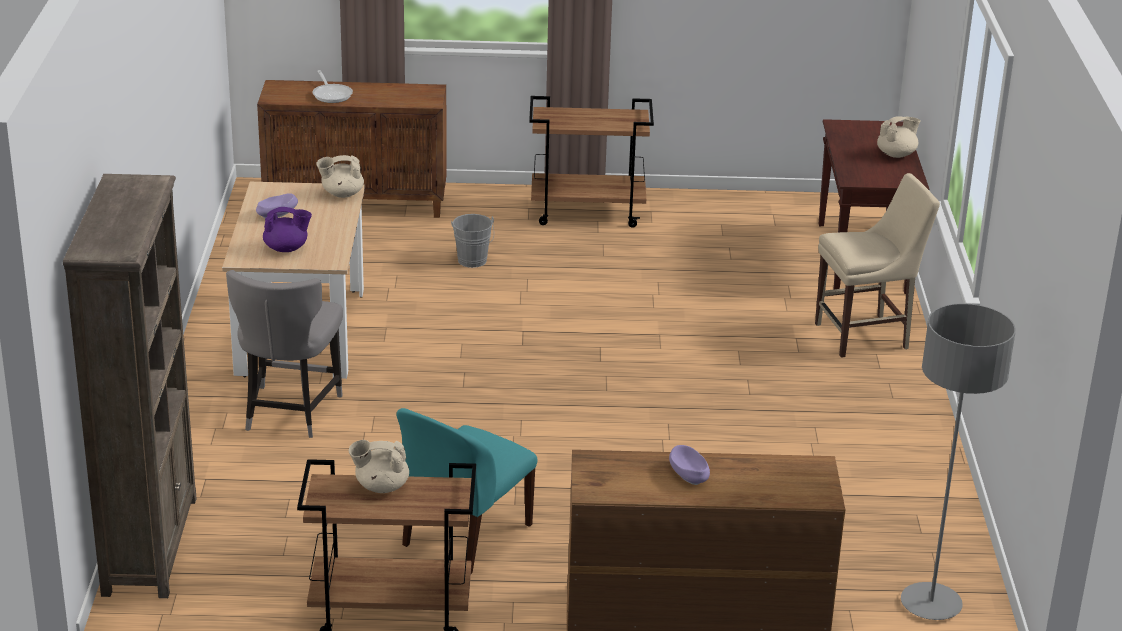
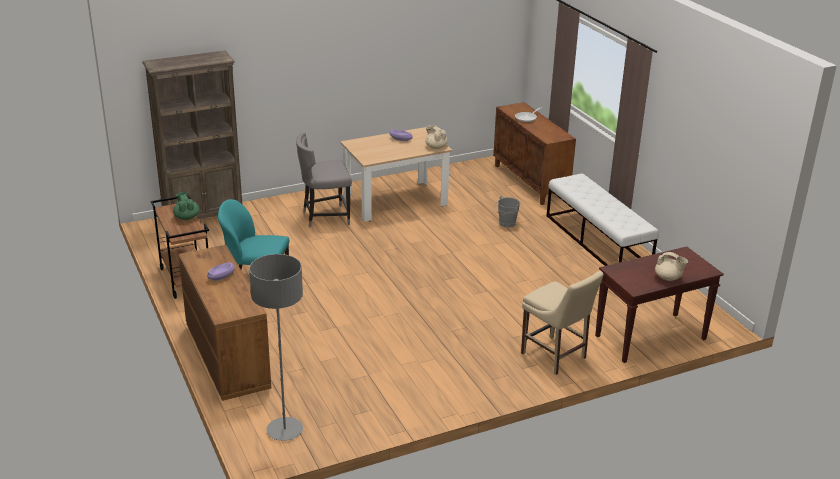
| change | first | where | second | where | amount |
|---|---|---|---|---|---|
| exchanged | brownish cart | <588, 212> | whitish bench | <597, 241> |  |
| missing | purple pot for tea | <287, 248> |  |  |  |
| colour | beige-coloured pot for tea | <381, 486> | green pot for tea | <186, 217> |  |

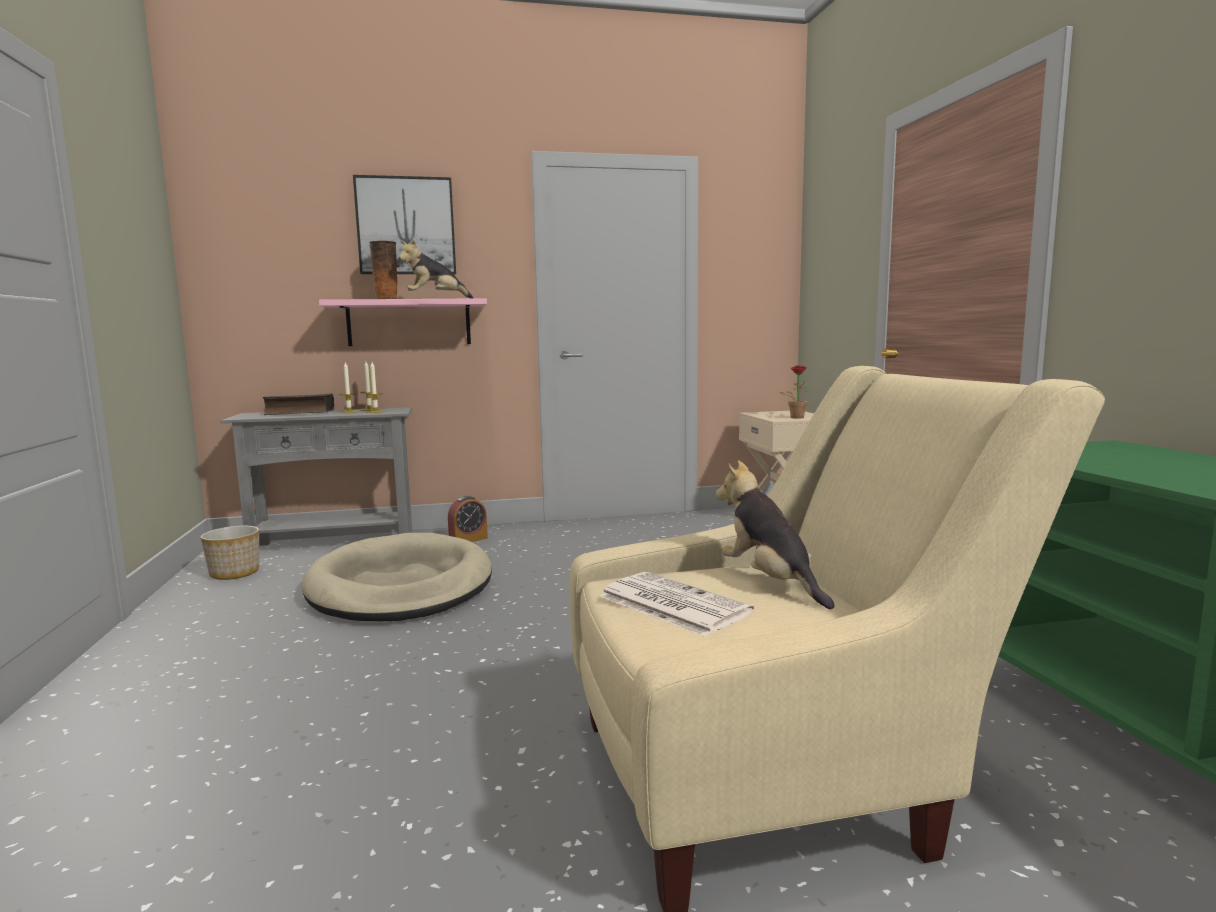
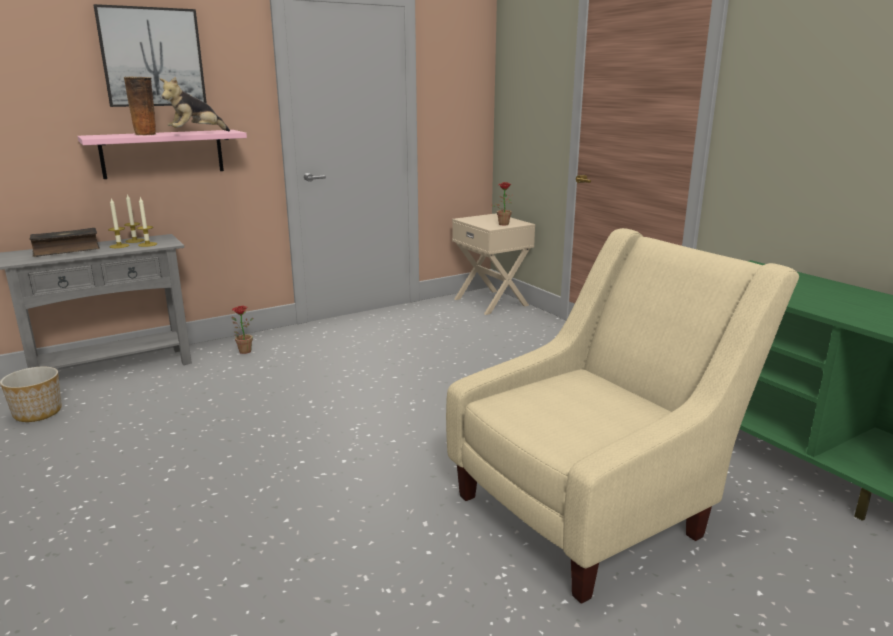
| change | first | where | second | where | amount |
|---|---|---|---|---|---|
| missing | soft toy | <770, 582> |  |  |  |
| exchanged | bedside clock | <468, 540> | plant in a pot | <243, 351> |  |
| missing | beige-coloured dog cushion | <401, 586> |  |  |  |
| missing | printed paper | <671, 604> |  |  |  |

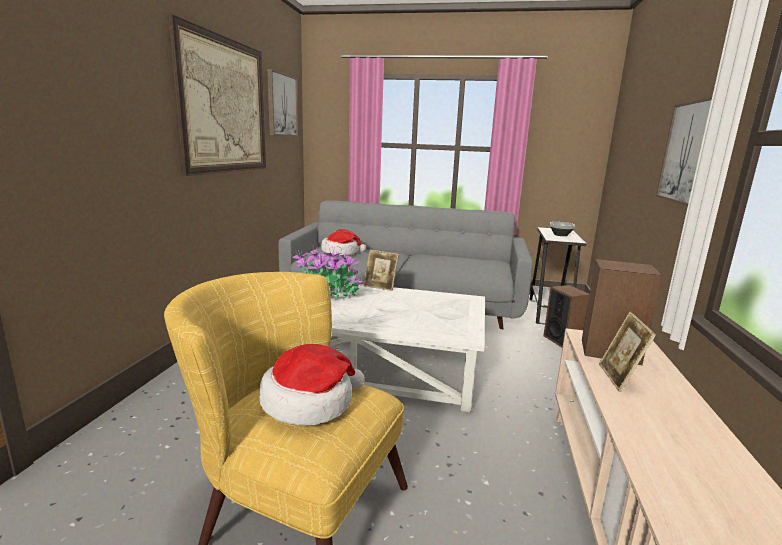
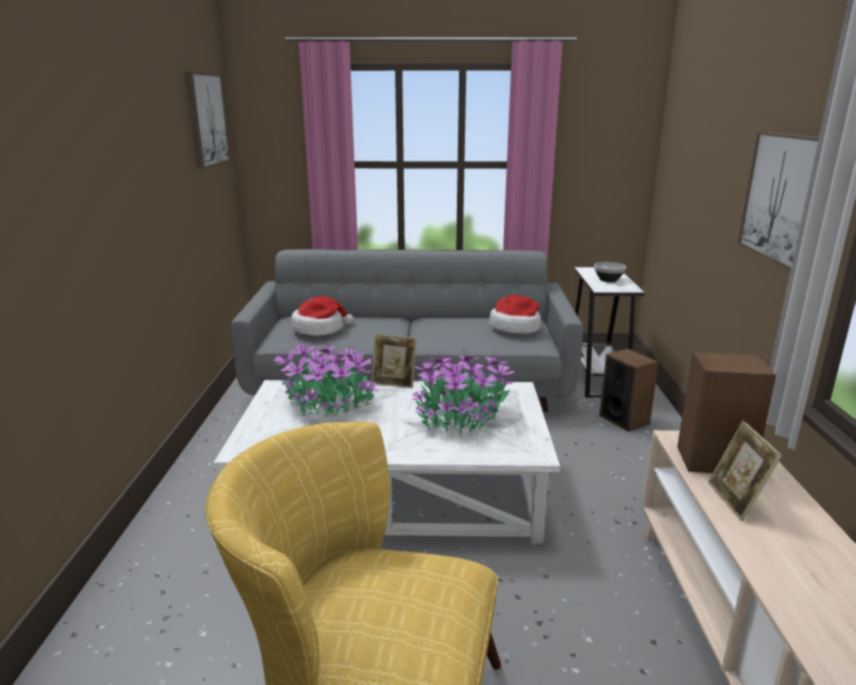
| change | first | where | second | where | amount |
|---|---|---|---|---|---|
| missing | wall picture | <225, 106> |  |  |  |
| relocated | hat | <310, 402> |  | <515, 327> |  |
| appeared |  |  | plant in a pot | <461, 418> |  |

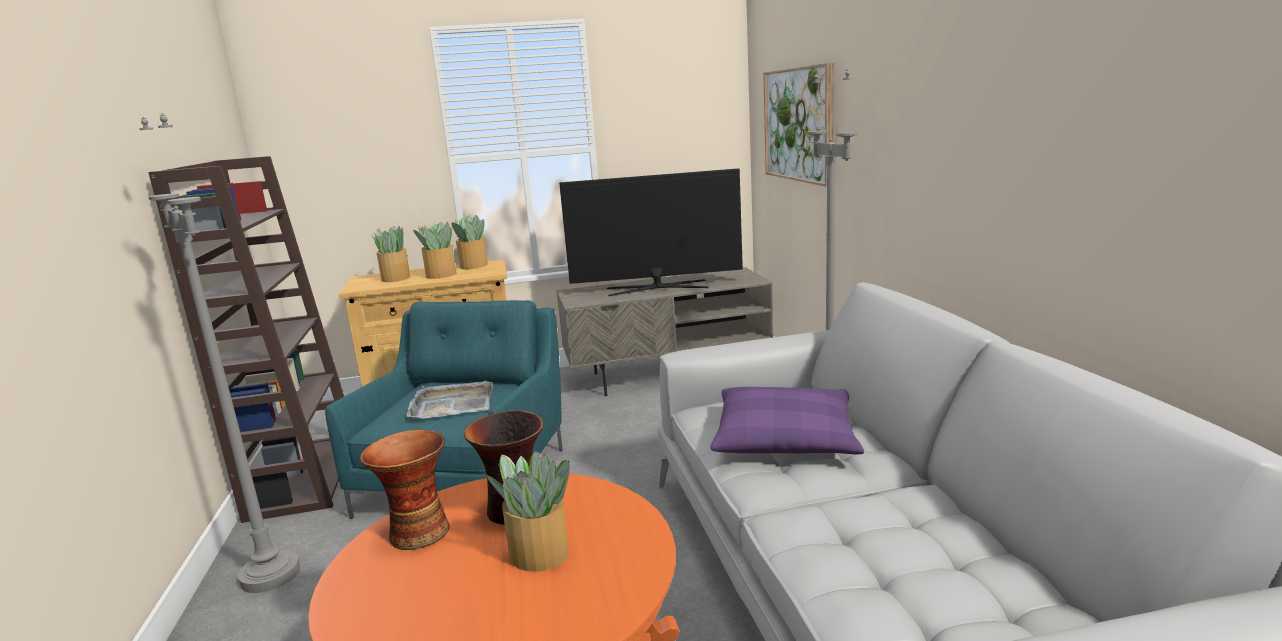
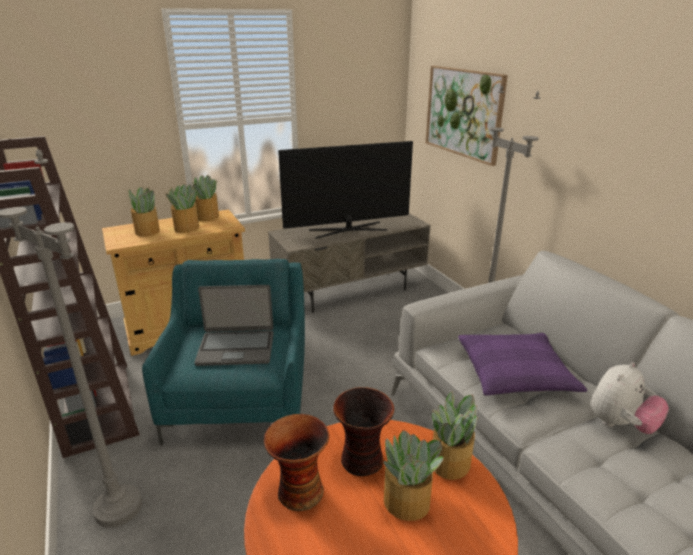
| change | first | where | second | where | amount |
|---|---|---|---|---|---|
| exchanged | grey tray | <452, 404> | laptop | <236, 348> |  |
| appeared |  |  | soft toy | <620, 424> |  |
| appeared |  |  | plant in a pot | <451, 462> |  |

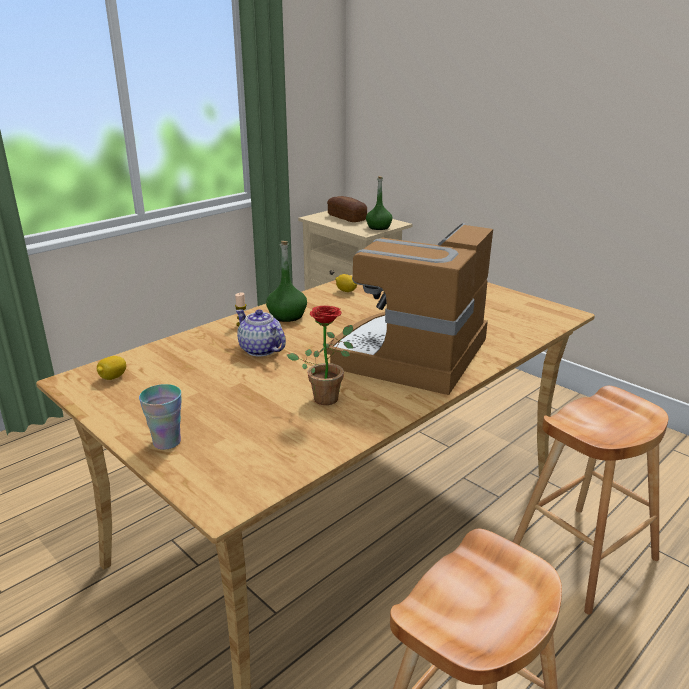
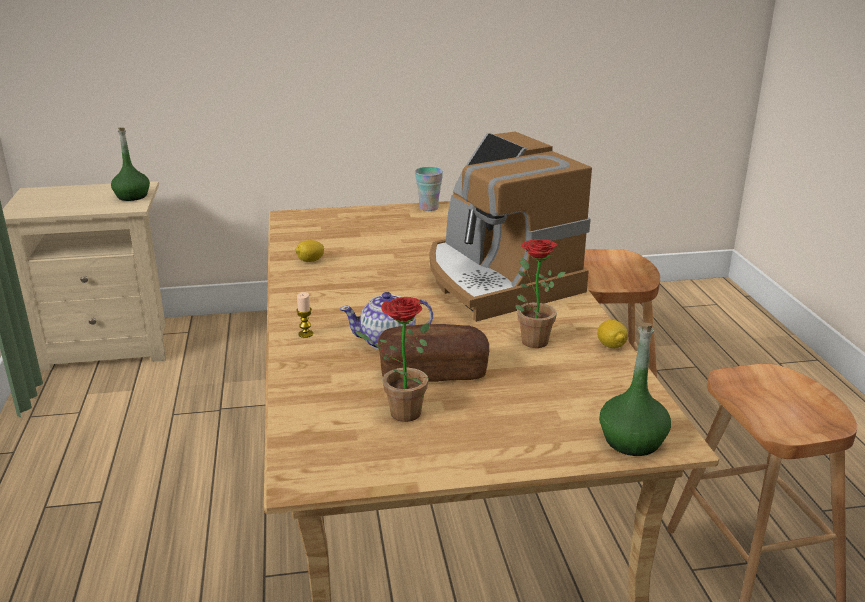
| change | first | where | second | where | amount |
|---|---|---|---|---|---|
| relocated | bread | <347, 218> |  | <433, 372> |  |
| relocated | green beverage bottle | <287, 316> |  | <631, 441> |  |
| relocated | lemon | <113, 377> |  | <611, 346> |  |
| relocated | cup | <167, 442> |  | <429, 208> |  |
| appeared |  |  | plant in a pot | <398, 413> |  |

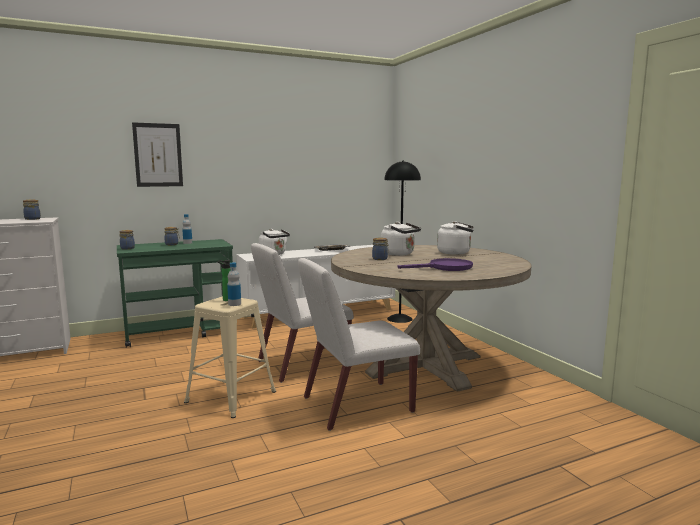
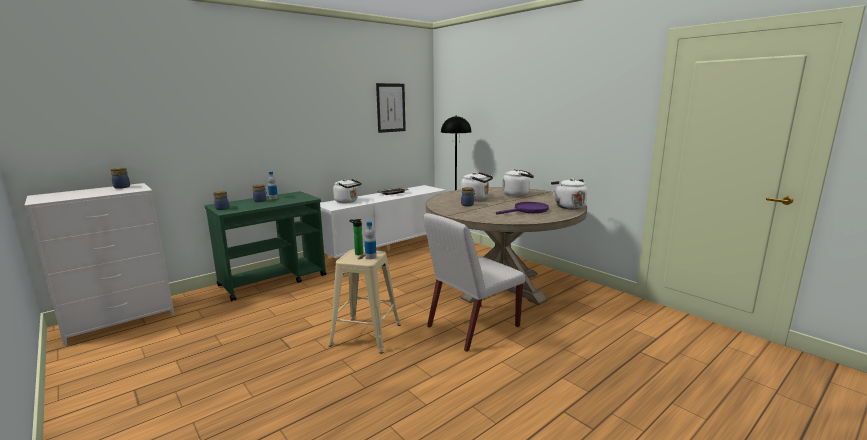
| change | first | where | second | where | amount |
|---|---|---|---|---|---|
| relocated | wall picture | <158, 155> |  | <391, 108> |  |
| missing | whitish plain chair | <302, 364> |  |  |  |
| appeared |  |  | whitish tea kettle | <568, 206> |  |

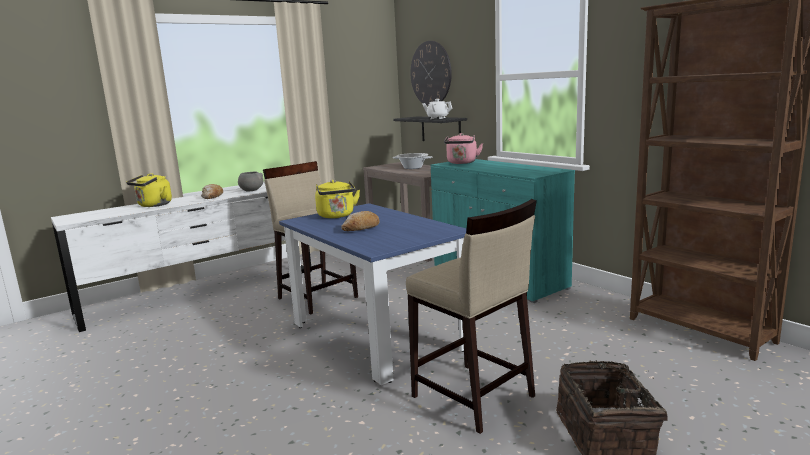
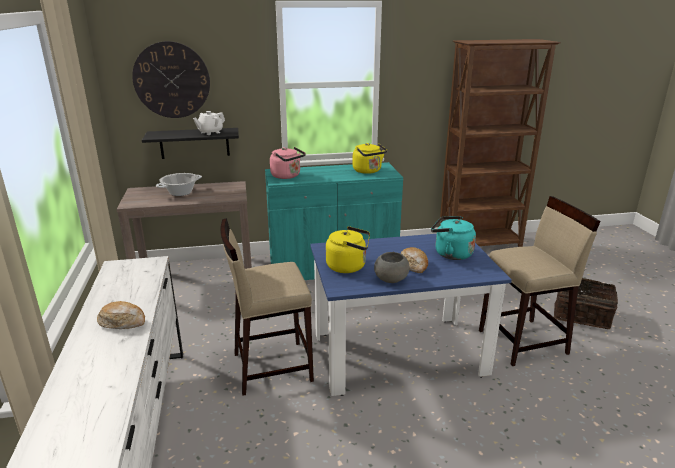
| change | first | where | second | where | amount |
|---|---|---|---|---|---|
| relocated | grey bowl | <251, 190> |  | <391, 279> |  |
| relocated | yellowish tea kettle | <153, 205> |  | <368, 171> |  |
| appeared |  |  | turquoise-coloured tea kettle | <450, 253> |  |

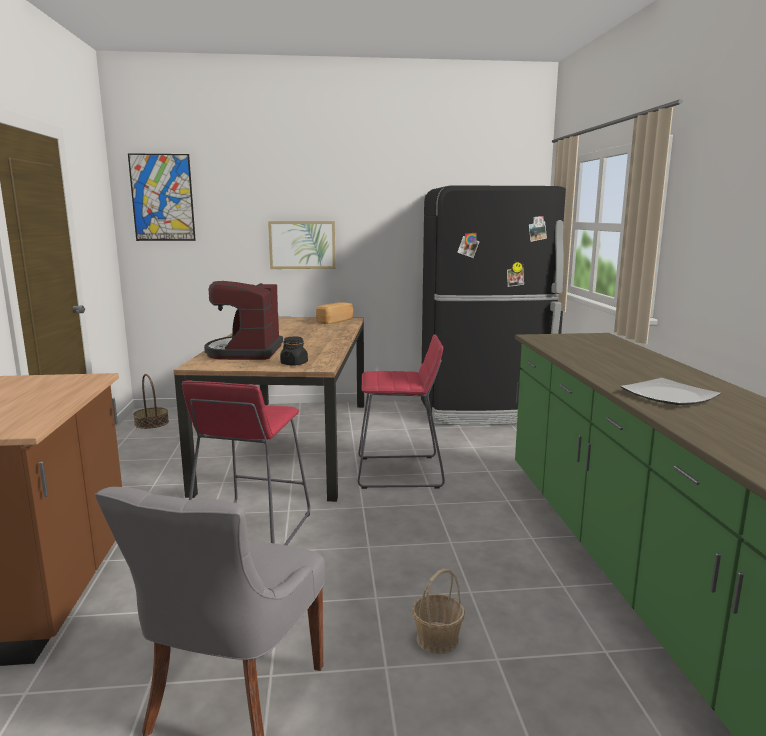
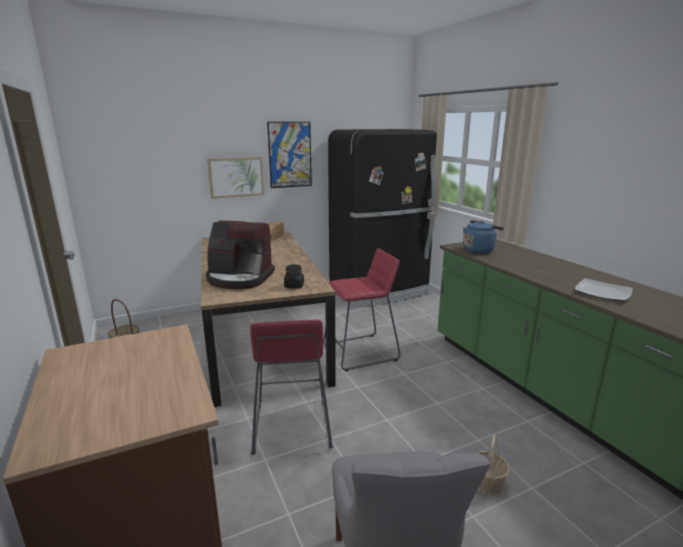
| change | first | where | second | where | amount |
|---|---|---|---|---|---|
| relocated | wall picture | <162, 198> |  | <290, 155> |  |
| spun | coffee machine | <245, 352> |  | <239, 278> | 60 degrees counterclockwise |
| appeared |  |  | blue-coloured tea kettle | <479, 250> |  |

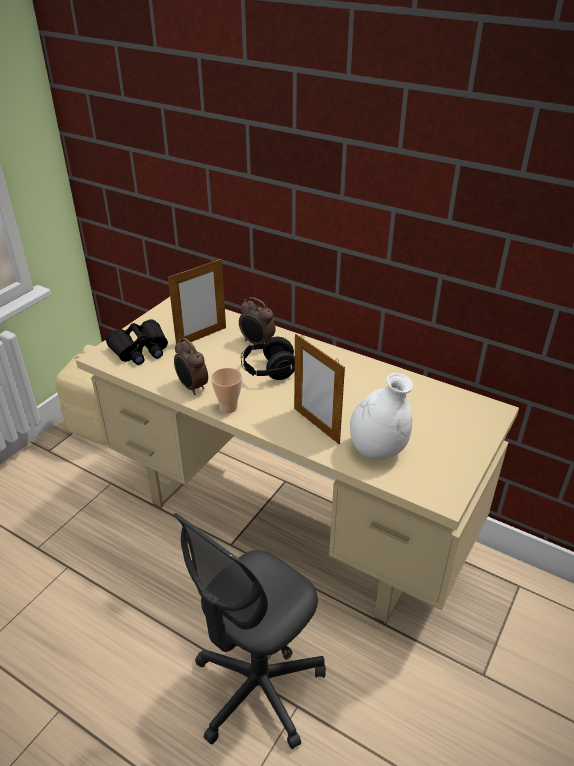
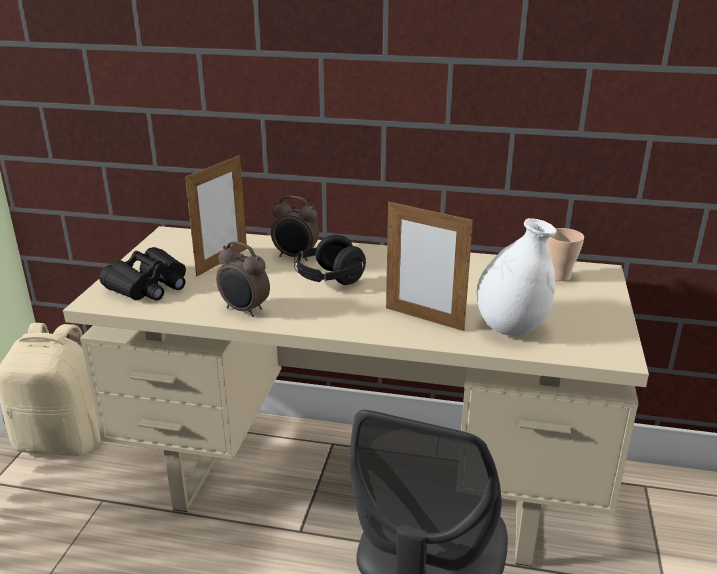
| change | first | where | second | where | amount |
|---|---|---|---|---|---|
| relocated | cup | <228, 407> |  | <559, 276> |  |

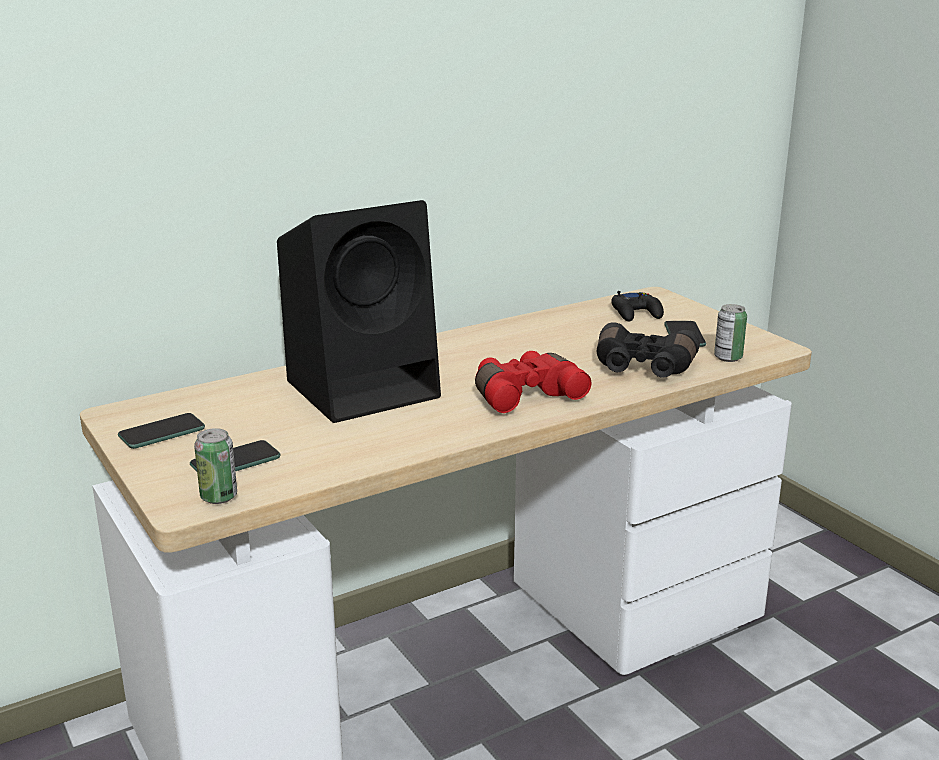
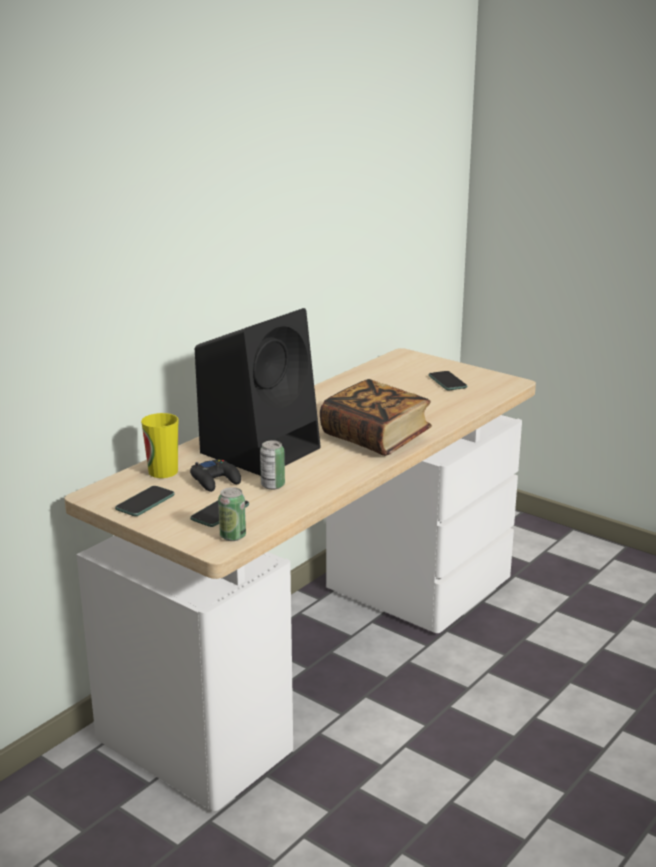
| change | first | where | second | where | amount |
|---|---|---|---|---|---|
| relocated | blackish gamepad | <636, 313> |  | <215, 480> |  |
| relocated | can | <728, 358> |  | <273, 485> |  |
| missing | blackish binoculars | <643, 367> |  |  |  |
| exchanged | reddish binoculars | <525, 394> | bound book | <375, 437> |  |
| appeared |  |  | cup | <163, 471> |  |

